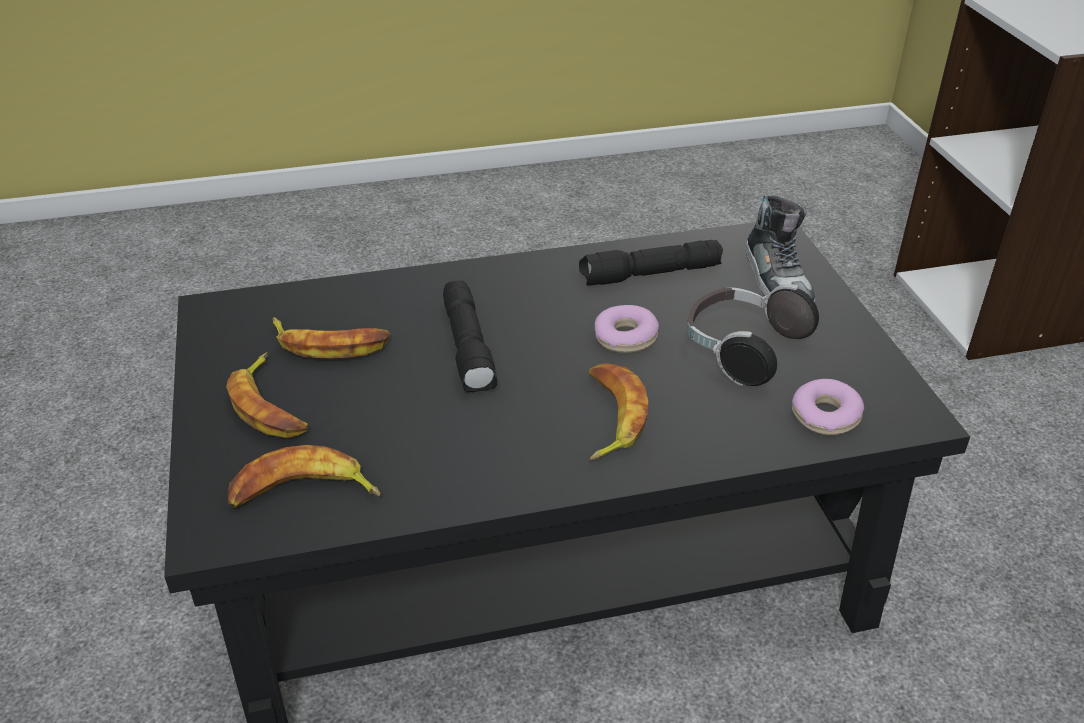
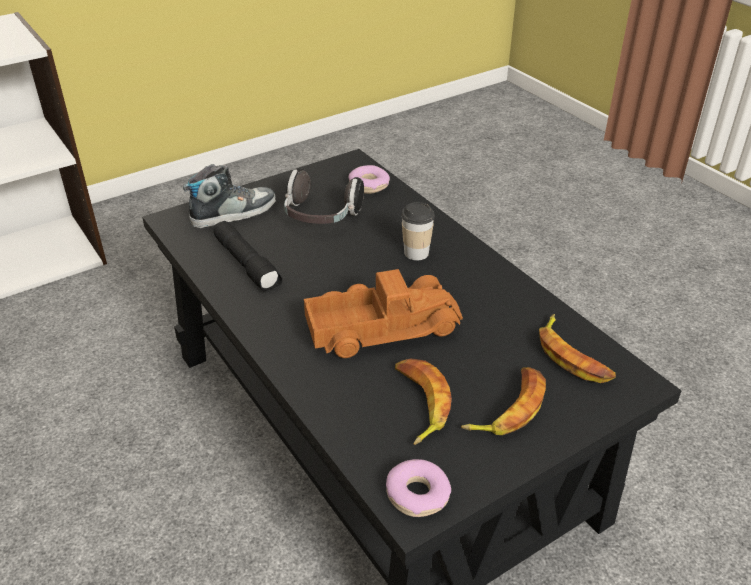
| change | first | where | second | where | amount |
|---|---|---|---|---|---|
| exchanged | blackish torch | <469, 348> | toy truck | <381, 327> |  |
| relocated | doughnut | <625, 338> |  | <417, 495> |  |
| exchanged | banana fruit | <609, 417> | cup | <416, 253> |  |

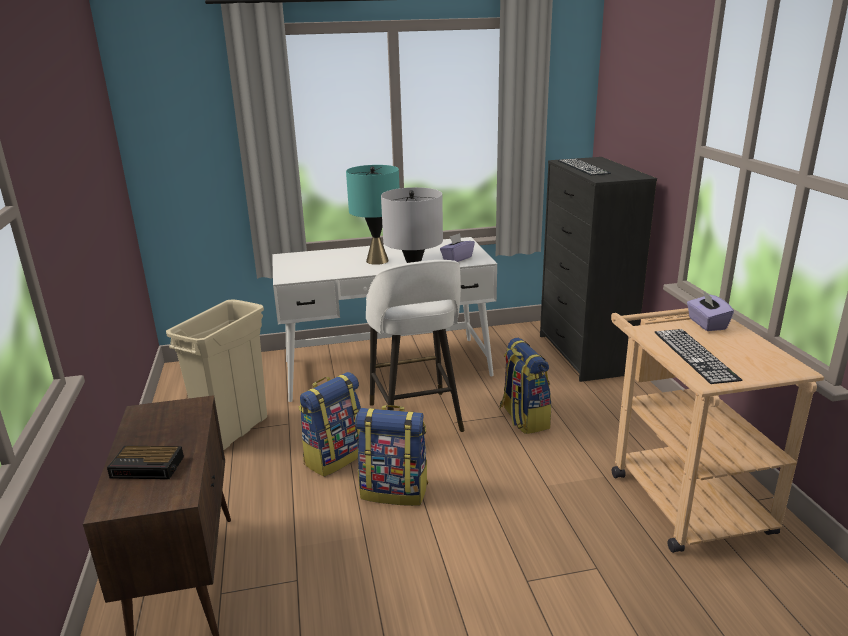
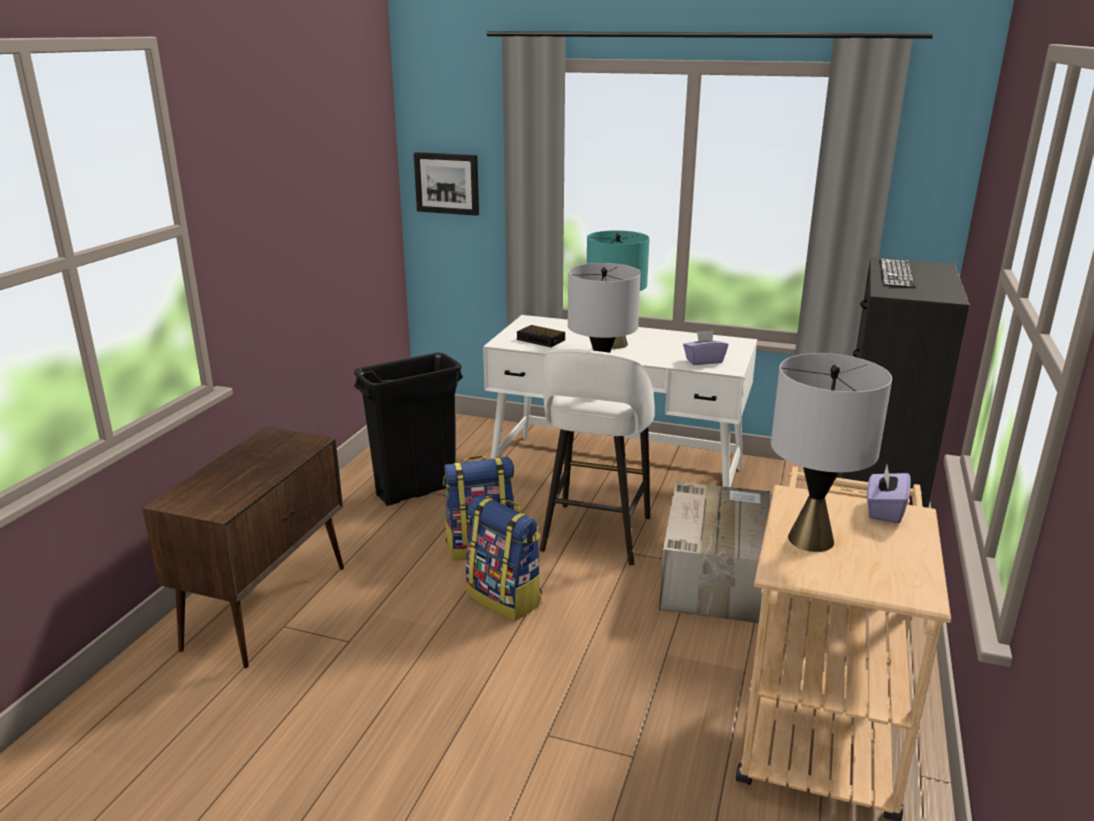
| change | first | where | second | where | amount |
|---|---|---|---|---|---|
| colour | beige-coloured trash can | <235, 431> | blackish trash can | <416, 491> |  |
| exchanged | PC keyboard | <695, 355> | grey lamp for a table | <811, 540> |  |
| exchanged | knapsack | <523, 418> | cardboard box | <714, 575> |  |
| relocated | bedside clock | <149, 467> |  | <541, 340> |  |
| appeared |  |  | wall picture | <447, 183> |  |

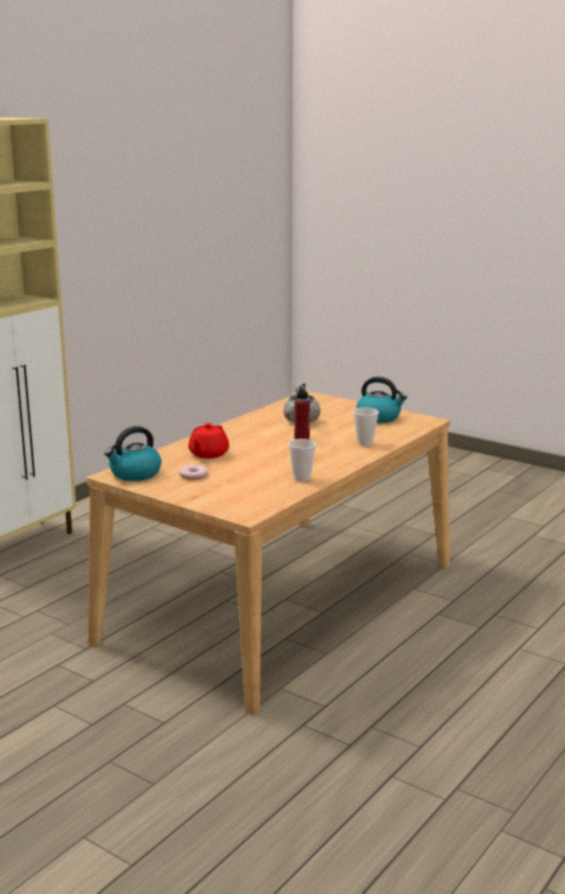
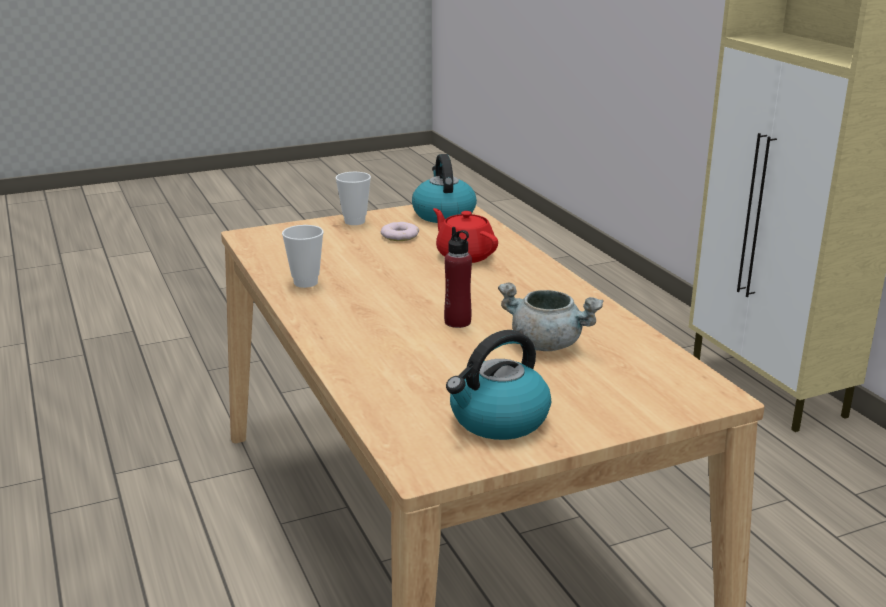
| change | first | where | second | where | amount |
|---|---|---|---|---|---|
| relocated | cup | <365, 443> |  | <354, 221> |  |

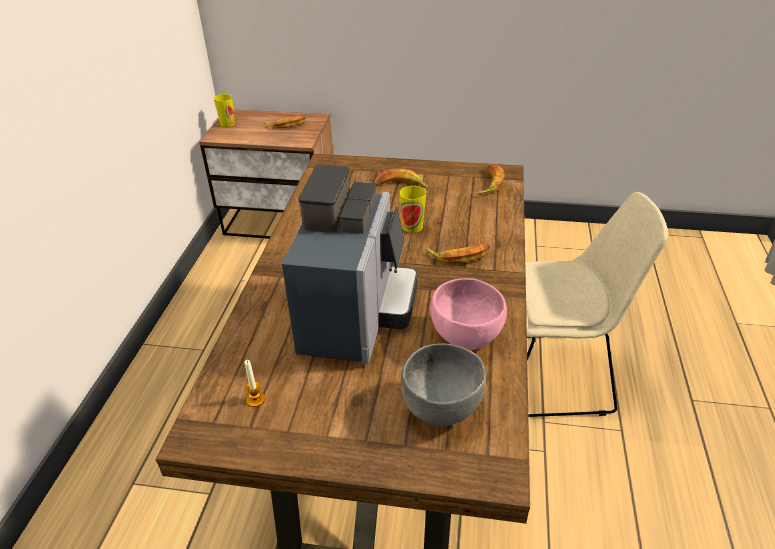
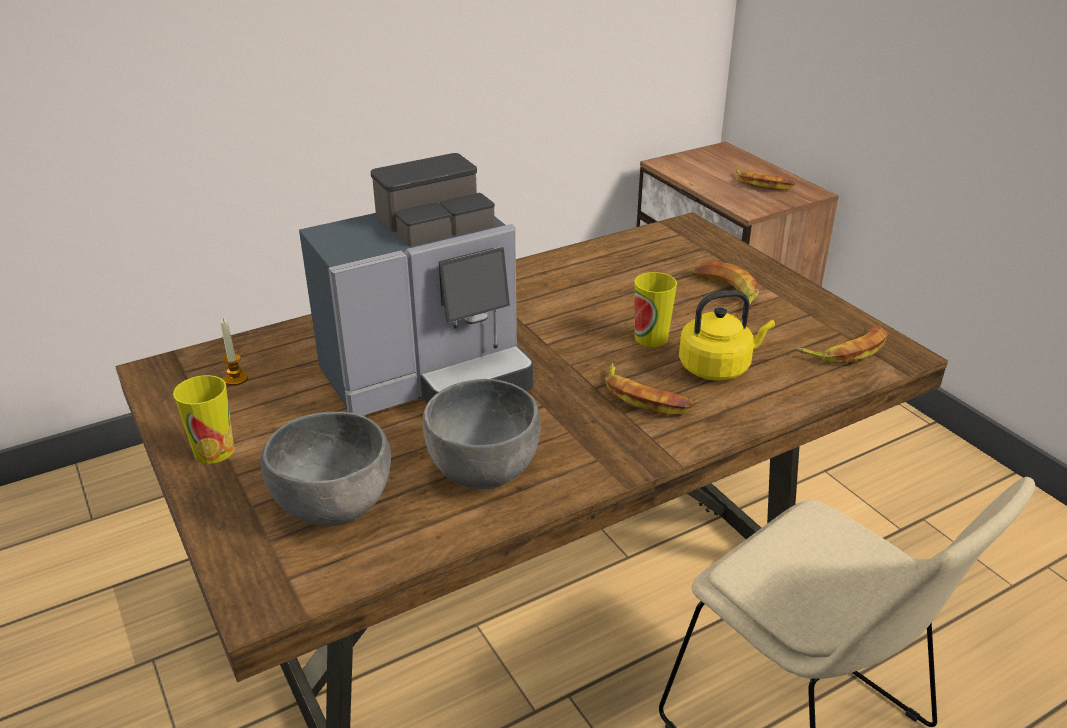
| change | first | where | second | where | amount |
|---|---|---|---|---|---|
| relocated | cup | <227, 123> |  | <214, 451> |  |
| colour | pink-coloured bowl | <466, 337> | grey bowl | <483, 473> |  |
| appeared |  |  | yellowish tea kettle | <718, 367> |  |

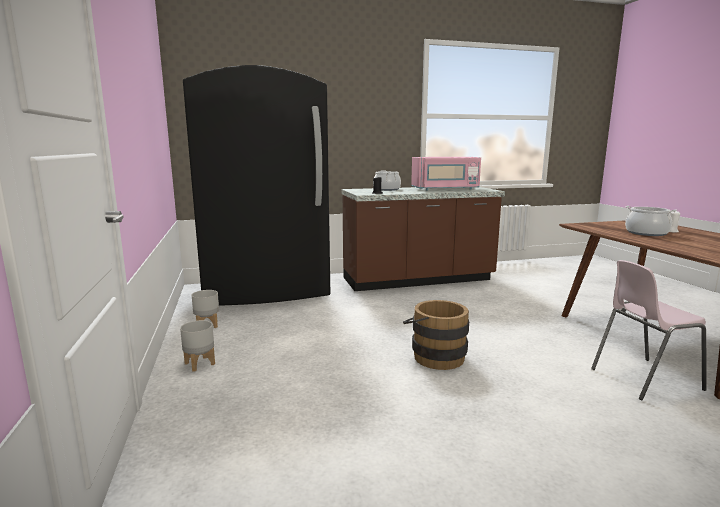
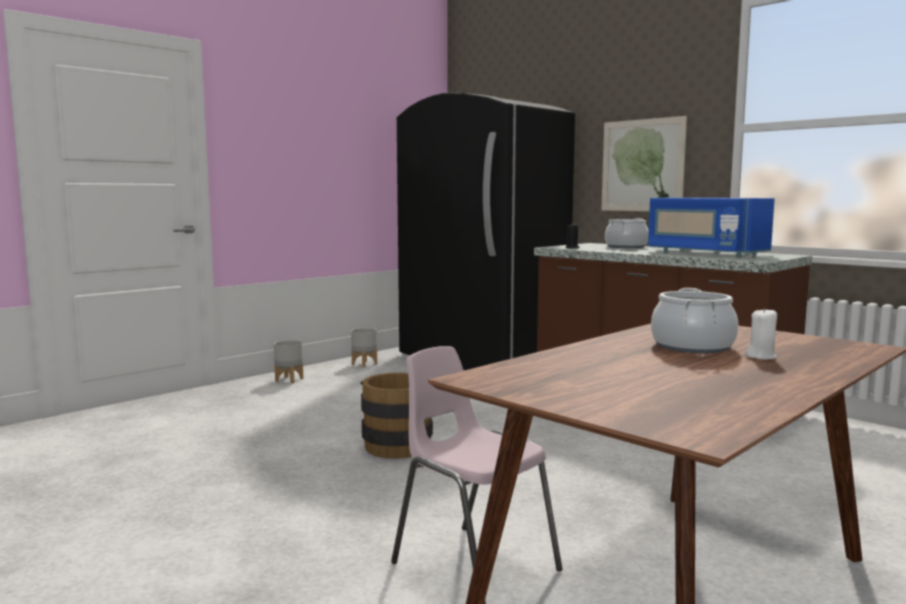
| change | first | where | second | where | amount |
|---|---|---|---|---|---|
| colour | pink-coloured kitchen microwave | <445, 189> | blue-coloured kitchen microwave | <704, 253> |  |
| appeared |  |  | wall picture | <642, 165> |  |

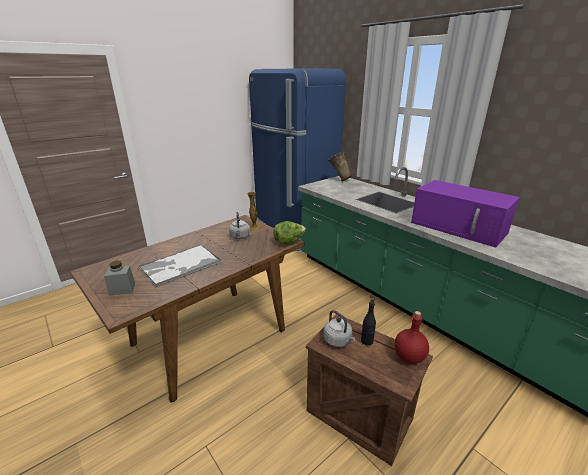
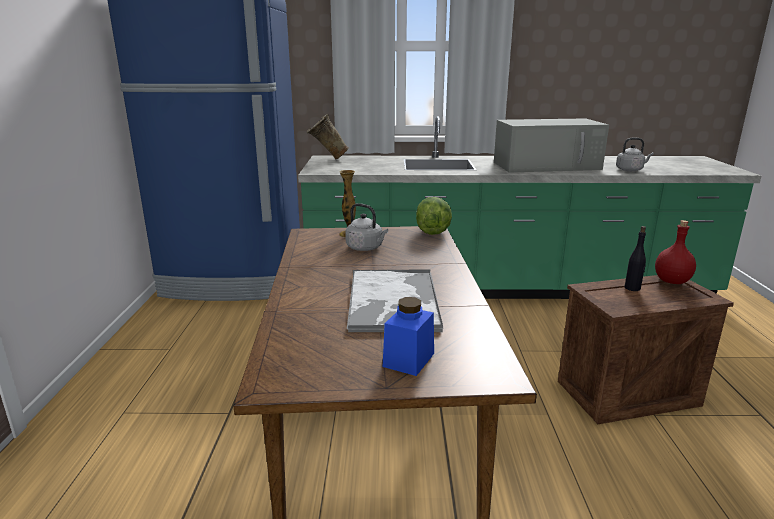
| change | first | where | second | where | amount |
|---|---|---|---|---|---|
| colour | purple kitchen microwave | <459, 228> | grey kitchen microwave | <547, 166> |  |
| colour | grey preserve jar | <122, 289> | blue-coloured preserve jar | <408, 360> |  |
| relocated | grey tea kettle | <338, 341> |  | <630, 170> |  |

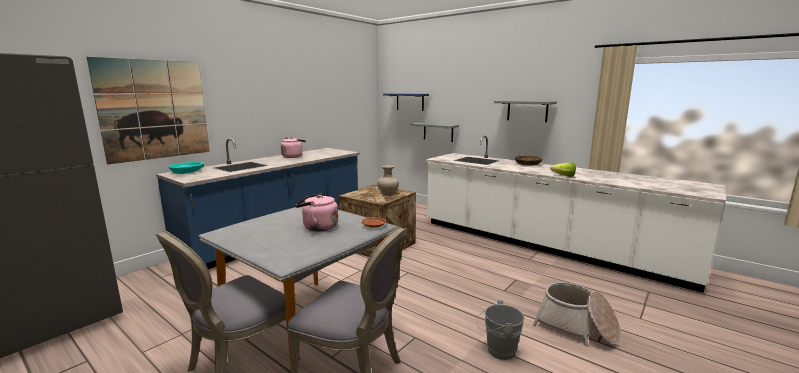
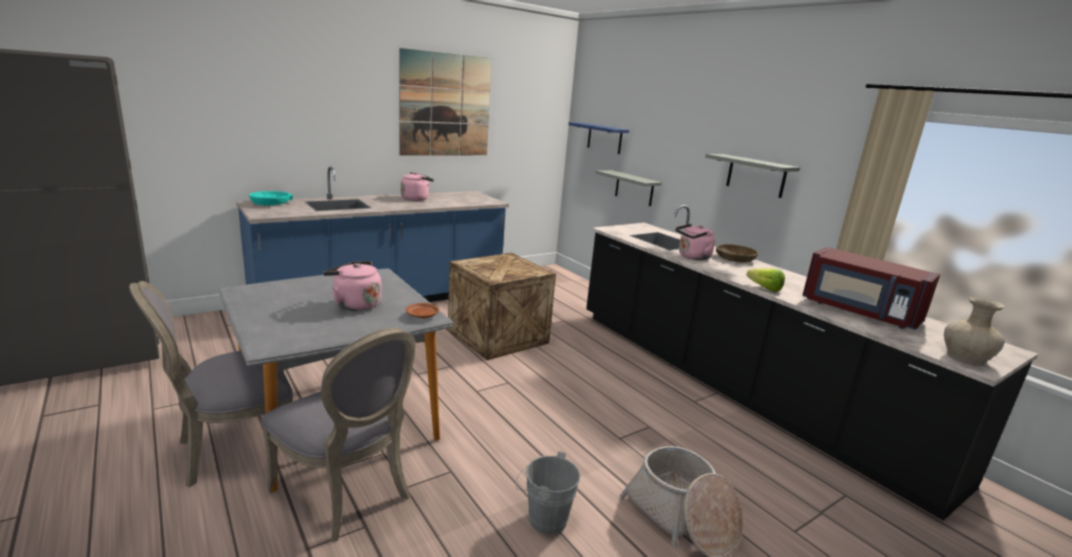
| change | first | where | second | where | amount |
|---|---|---|---|---|---|
| relocated | wall picture | <155, 110> |  | <445, 105> |  |
| colour | whitish counter | <545, 245> | blackish counter | <735, 386> |  |
| relocated | beige-coloured vase | <388, 193> |  | <965, 358> |  |
| appeared |  |  | pink-coloured tea kettle | <692, 257> |  |
| appeared |  |  | reddish kitchen microwave | <859, 312> |  |

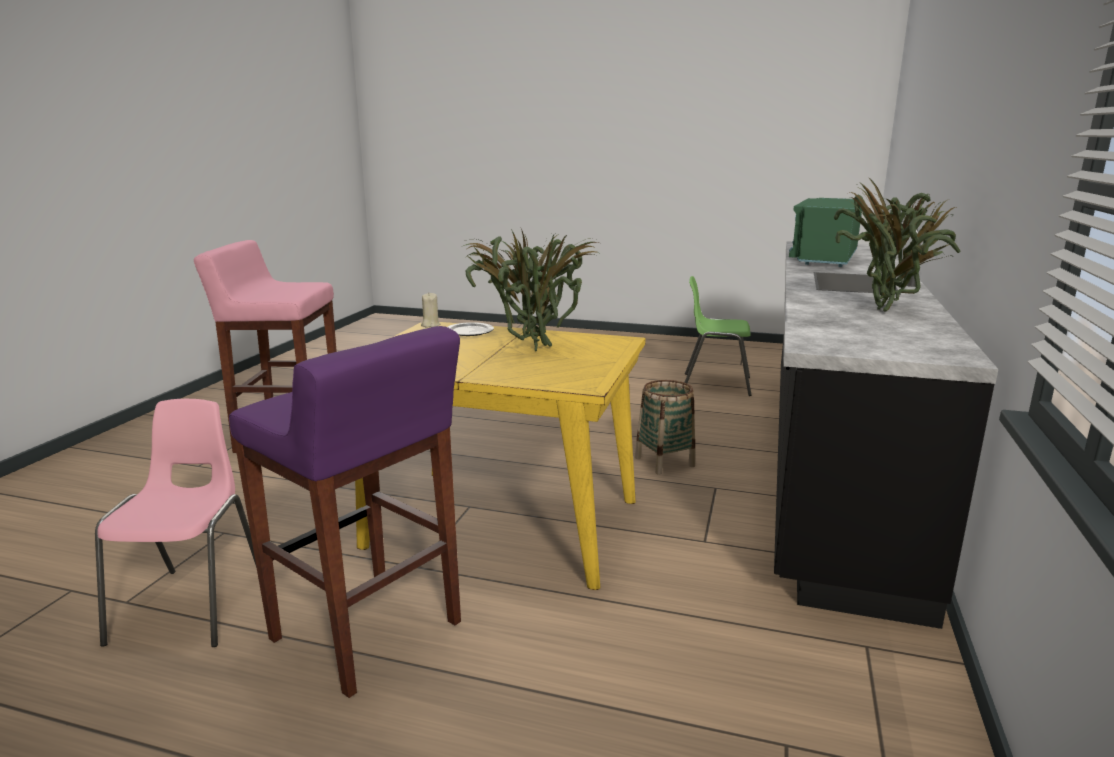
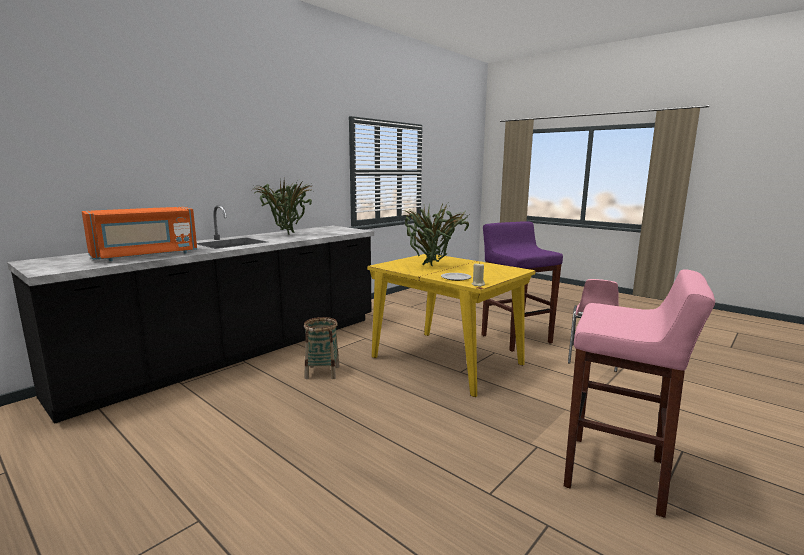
| change | first | where | second | where | amount |
|---|---|---|---|---|---|
| colour | green kitchen microwave | <824, 258> | orange-coloured kitchen microwave | <145, 255> |  |
| missing | green plain chair | <715, 384> |  |  |  |

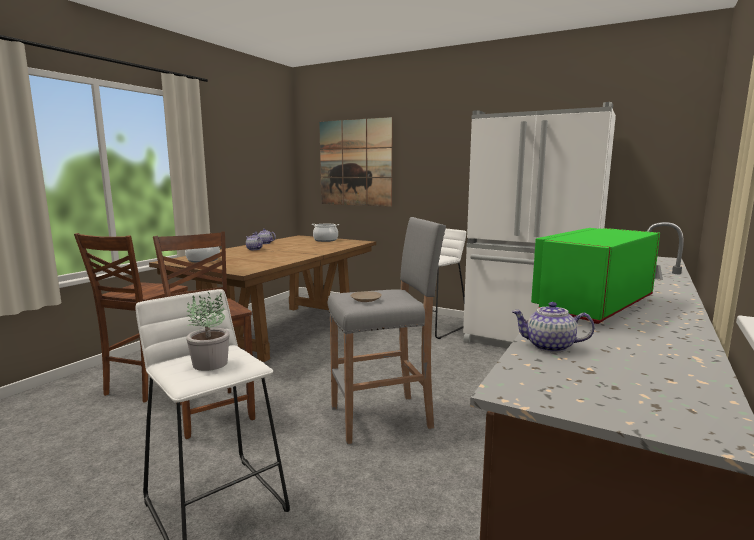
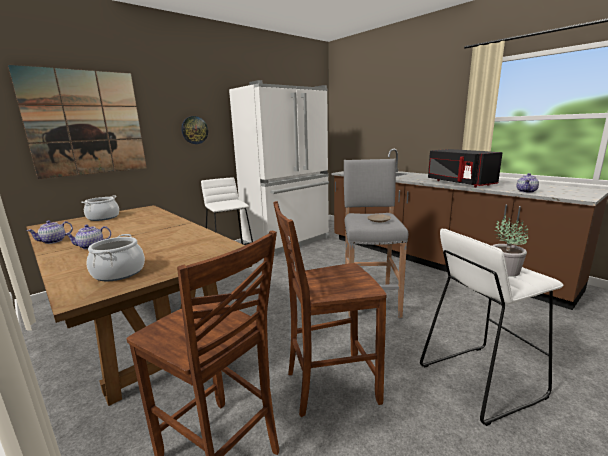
| change | first | where | second | where | amount |
|---|---|---|---|---|---|
| colour | green kitchen microwave | <591, 305> | blackish kitchen microwave | <458, 183> |  |
| appeared |  |  | hanging clock | <194, 130> |  |

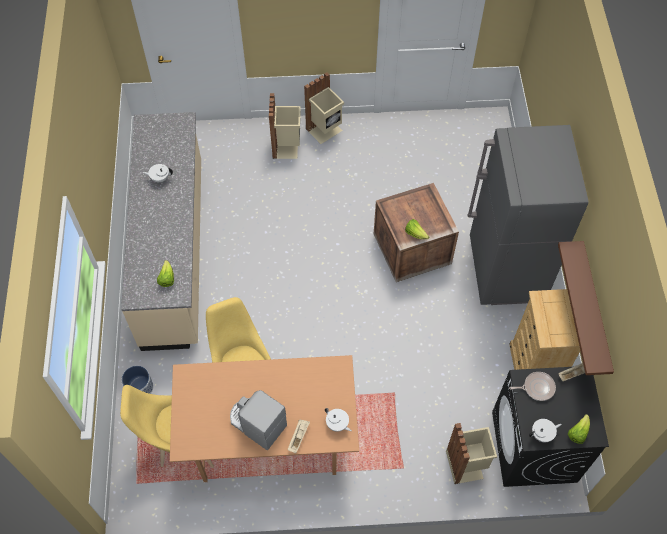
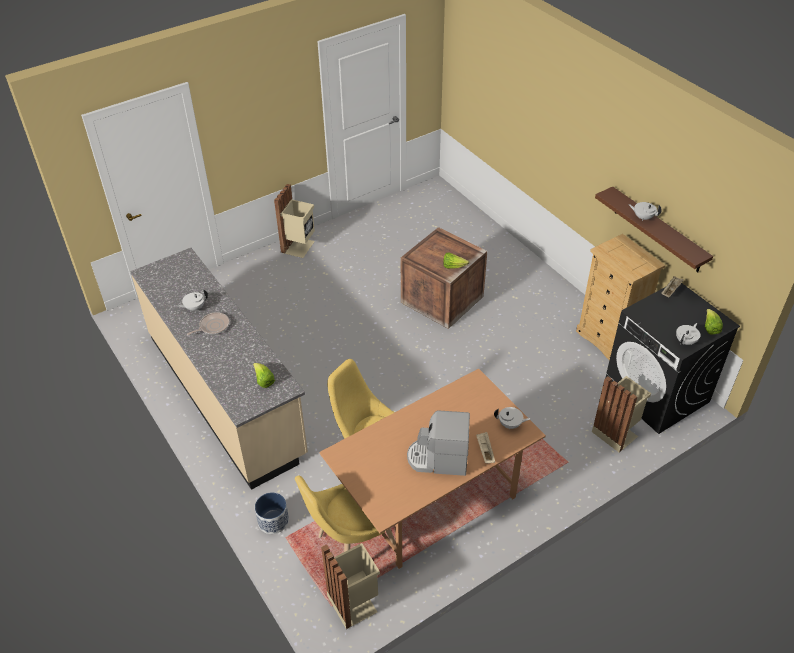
| change | first | where | second | where | amount |
|---|---|---|---|---|---|
| relocated | beige-coloured trash can | <287, 147> |  | <354, 602> |  |
| missing | grey refrigerator | <505, 271> |  |  |  |
| relocated | pan | <537, 387> |  | <213, 326> |  |
| appeared |  |  | whitish pot for tea | <643, 217> |  |

